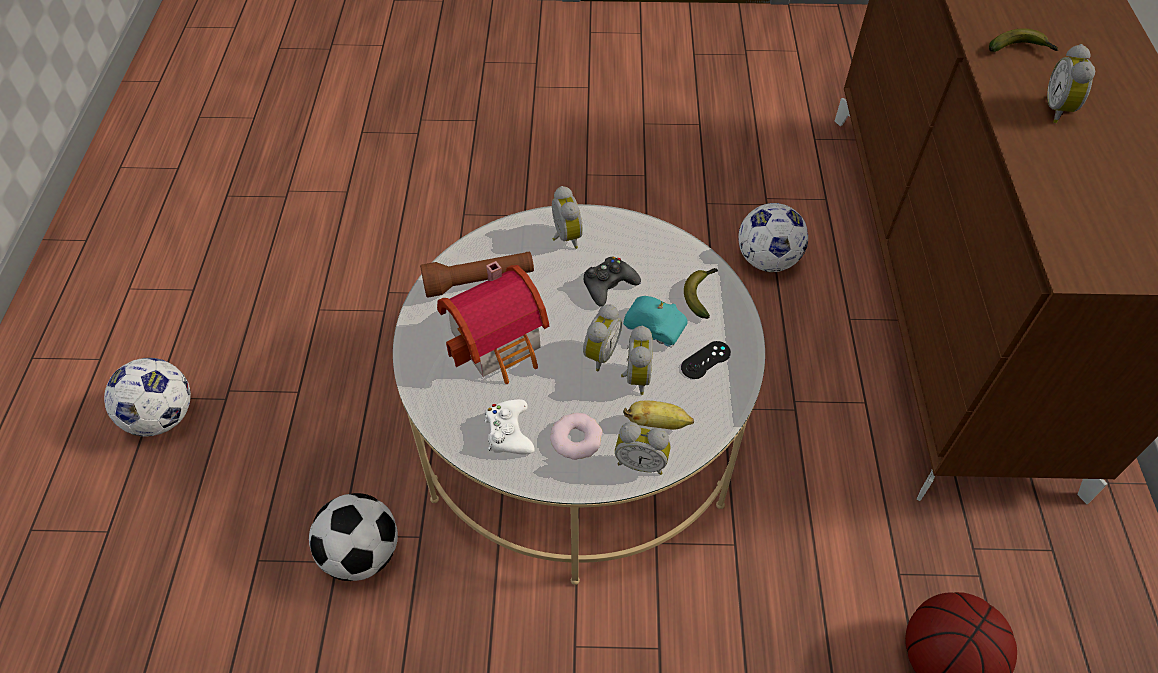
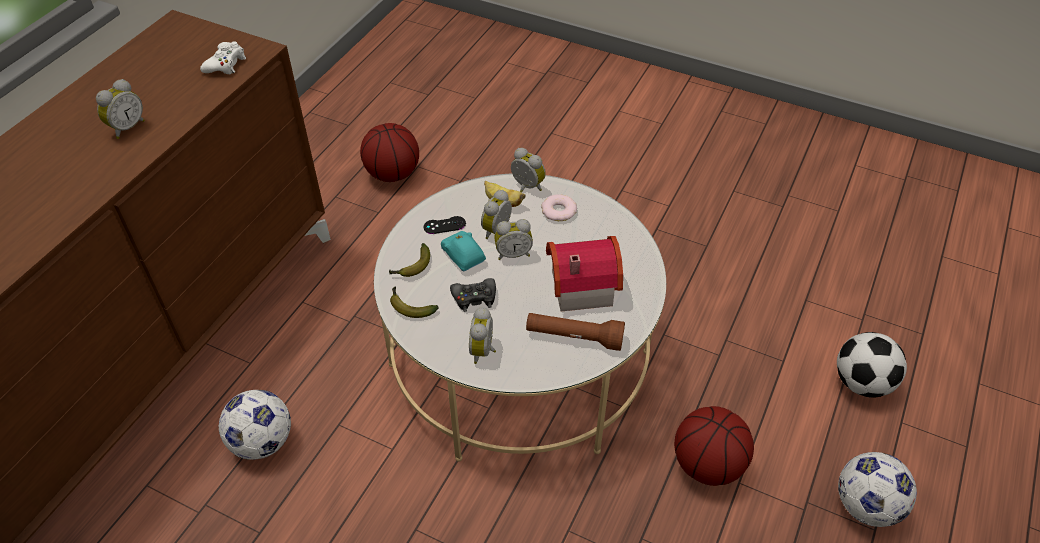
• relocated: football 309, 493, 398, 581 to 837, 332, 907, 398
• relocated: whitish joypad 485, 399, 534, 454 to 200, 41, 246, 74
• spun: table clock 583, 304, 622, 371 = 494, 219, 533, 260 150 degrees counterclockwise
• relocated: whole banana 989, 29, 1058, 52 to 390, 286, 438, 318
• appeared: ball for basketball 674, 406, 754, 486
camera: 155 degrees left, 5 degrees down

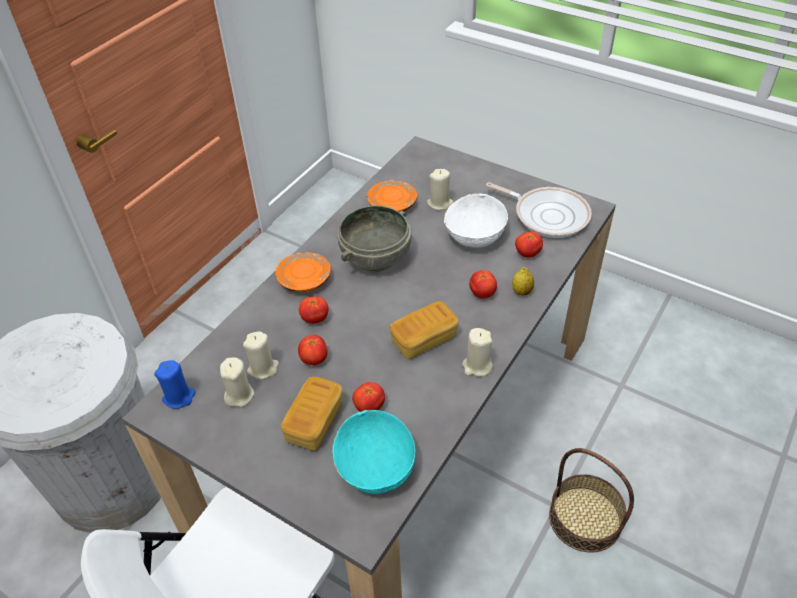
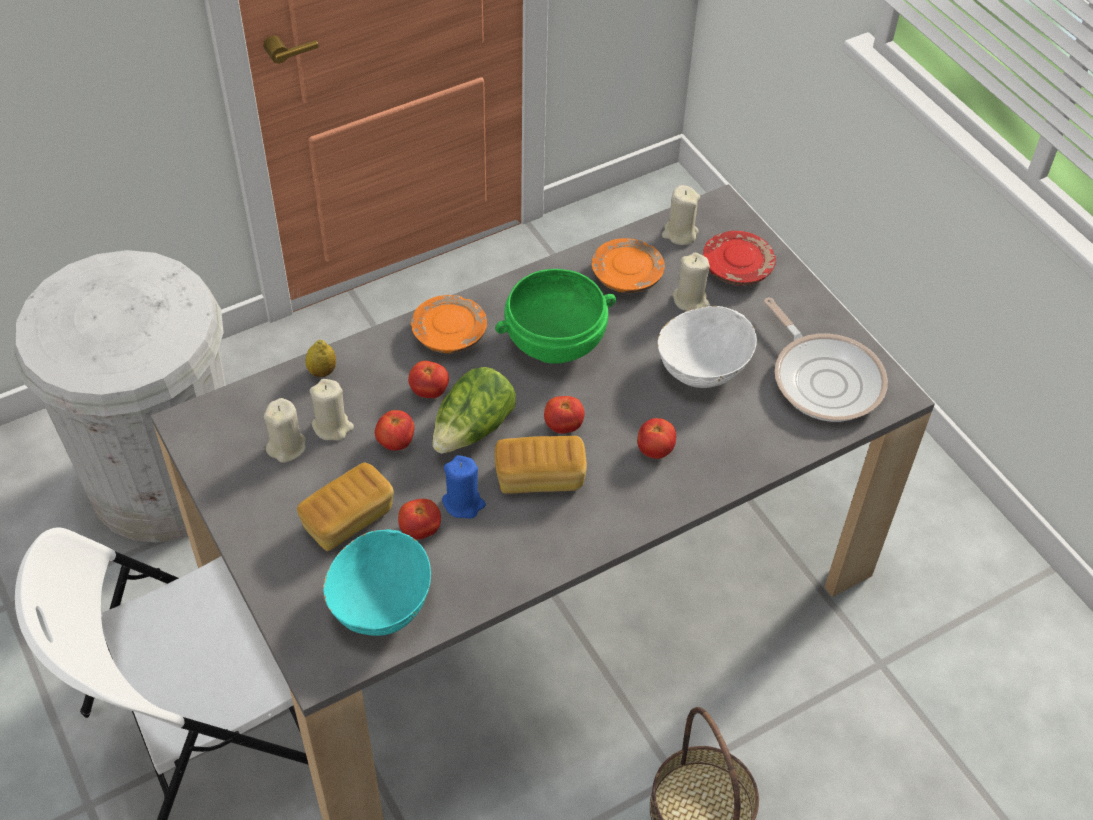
• relocated: blue wax light 154, 360, 196, 409 to 442, 455, 486, 519
• colour: grey serving bowl 338, 205, 412, 272 to green serving bowl 495, 269, 616, 364
• relocated: beige wax light 462, 328, 493, 377 to 662, 185, 700, 245
• relocated: lemon 512, 267, 534, 296 to 306, 340, 336, 377
• relocated: whole tomato 515, 231, 543, 258 to 544, 396, 585, 434
• appeared: head of lettuce 432, 367, 516, 453
• appeared: red-coloured plate 703, 231, 776, 286
camera: 25 degrees right, 5 degrees up

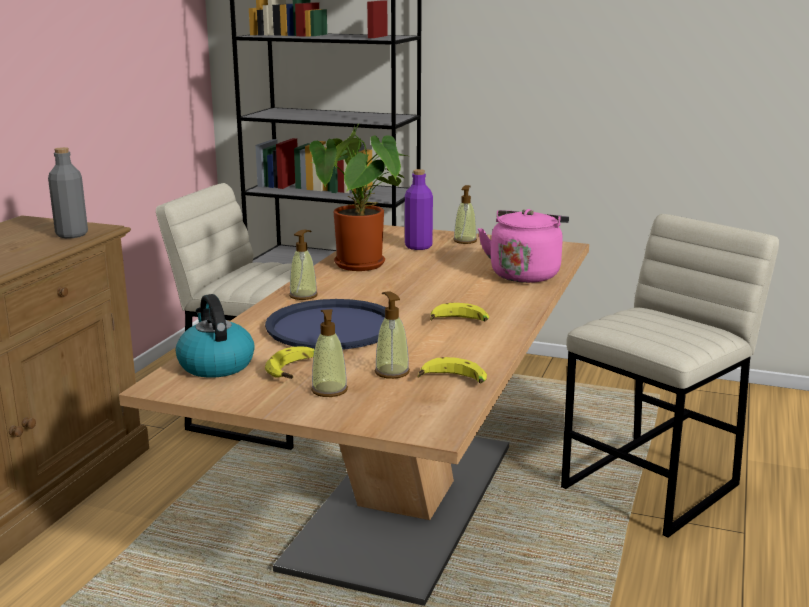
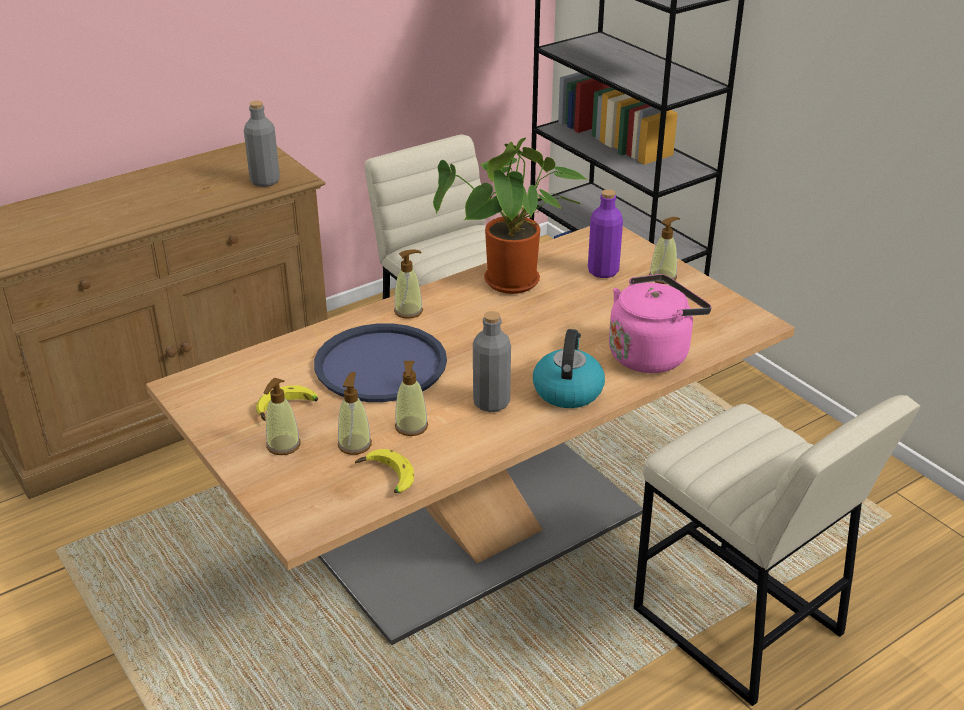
• relocated: water kettle 176, 294, 255, 378 to 533, 329, 605, 408
• exchanged: whole banana 430, 303, 489, 322 to grey beverage bottle 473, 311, 511, 412
• spun: beige upright chair 561, 214, 779, 538 = 634, 395, 920, 706 60 degrees clockwise
• appeared: soap dispenser 395, 361, 428, 436
camera: 35 degrees right, 15 degrees up

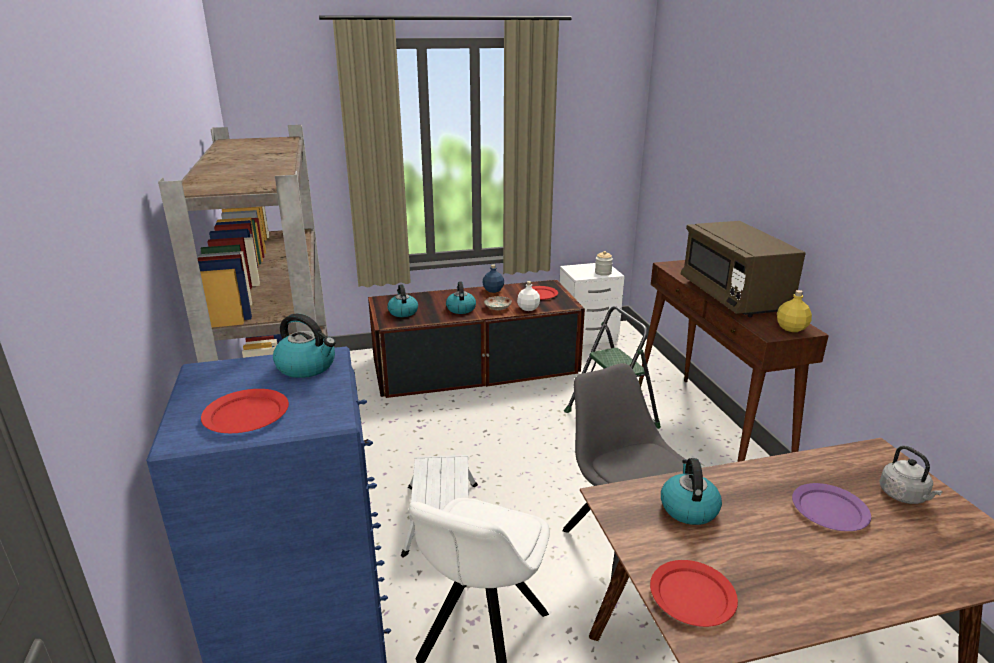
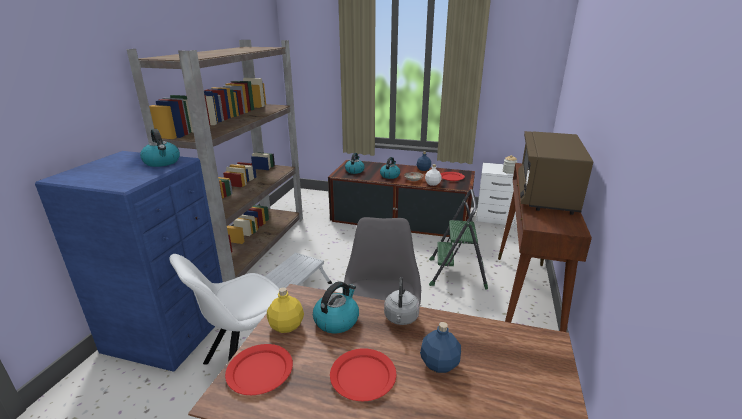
• relocated: red-coloured plate 201, 389, 289, 433 to 330, 348, 396, 401
• relocated: yellowish beverage bottle 777, 290, 812, 332 to 267, 287, 304, 333
• exchanged: purple plate 792, 483, 871, 531 to blue beverage bottle 420, 322, 461, 373
• relocated: grey water kettle 879, 446, 943, 504 to 384, 277, 420, 325
camera: 30 degrees right, 0 degrees up

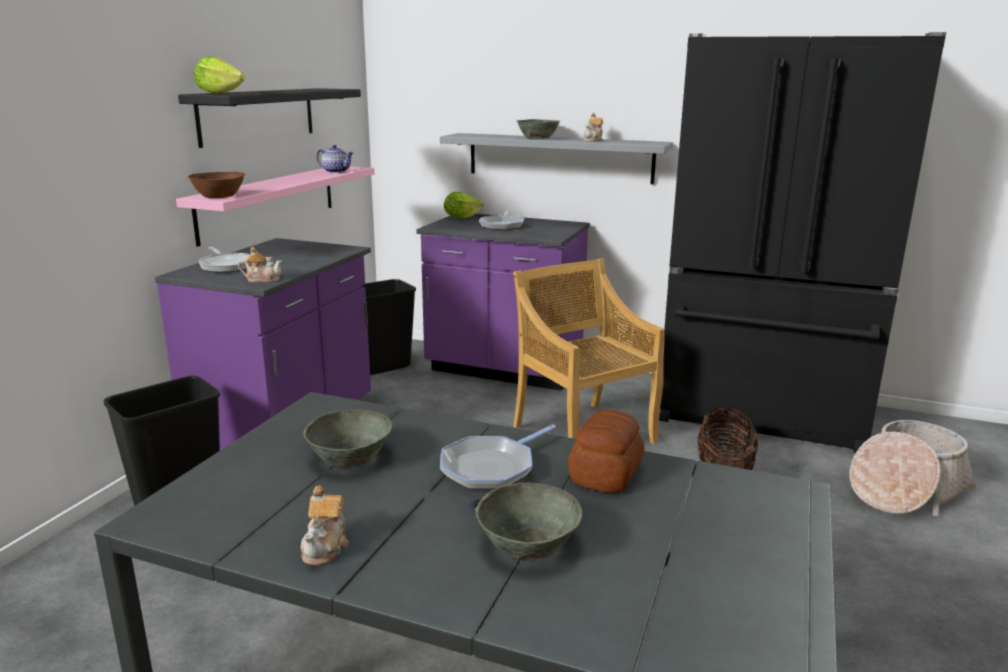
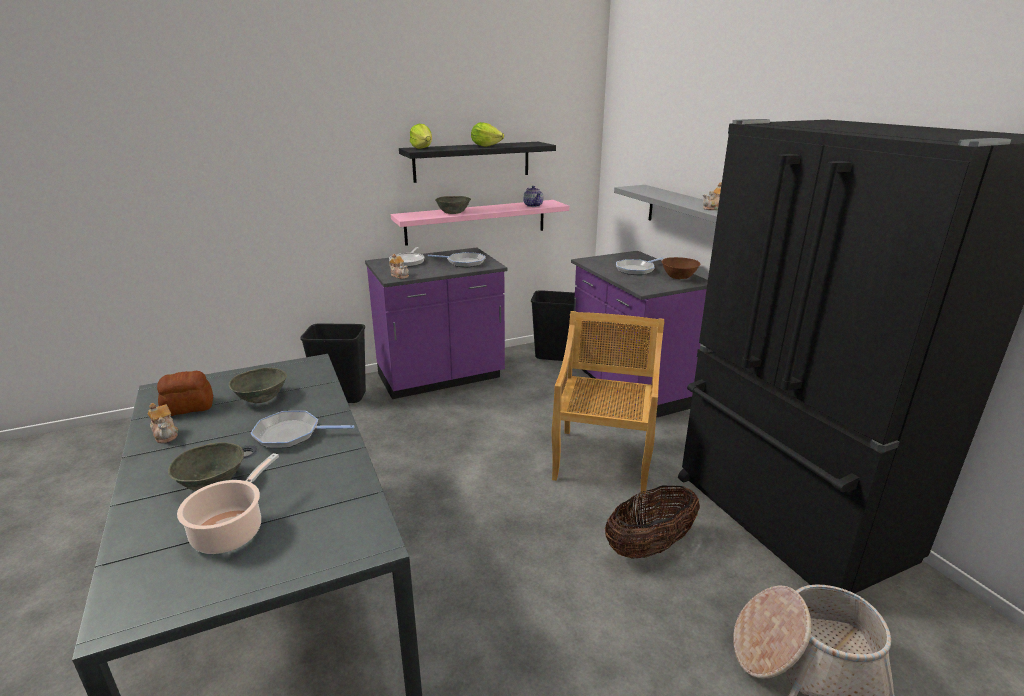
• relocated: brown-coloured serving bowl 187, 172, 246, 199 to 662, 257, 701, 279
• spun: pot for tea 300, 486, 349, 565 = 148, 403, 178, 444 90 degrees counterclockwise
• relocated: head of lettuce 444, 192, 483, 218 to 471, 122, 504, 147
• relocated: grey serving bowl 517, 119, 560, 139 to 435, 196, 471, 214
• relocated: baked bread 568, 410, 644, 493 to 157, 371, 213, 416
• appeared: saucepot 177, 453, 279, 554
• appeared: skillet 428, 252, 486, 267
camera: 45 degrees right, 5 degrees up

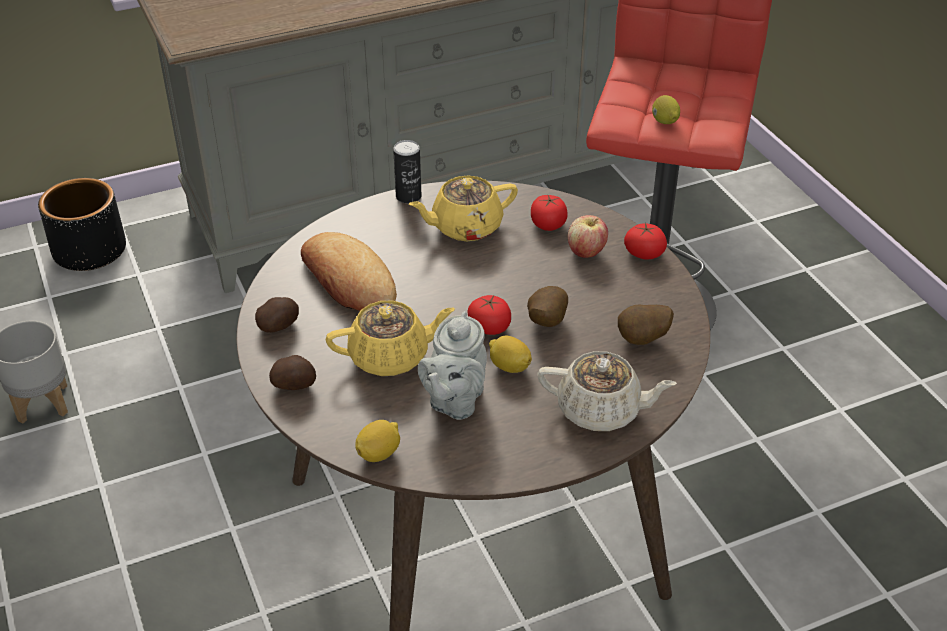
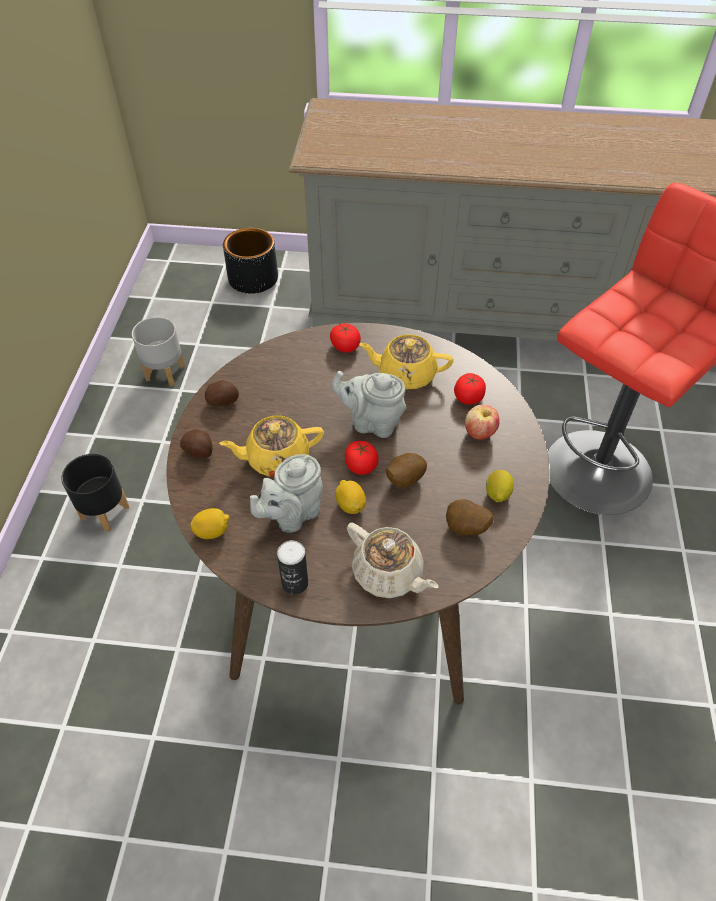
• missing: baked bread 301, 232, 397, 311
• spun: yellowish pot for tea 326, 300, 455, 376 = 219, 416, 324, 477 150 degrees clockwise
• relocated: metal can 393, 140, 422, 203 to 277, 540, 308, 595
• relocated: whole tomato 624, 223, 667, 260 to 330, 324, 361, 352
• relocated: lemon 652, 95, 680, 124 to 486, 470, 514, 502
• appeared: black-coloured planter 61, 454, 129, 532
• appeared: grey pot for tea 331, 371, 406, 438
camera: 30 degrees right, 10 degrees up

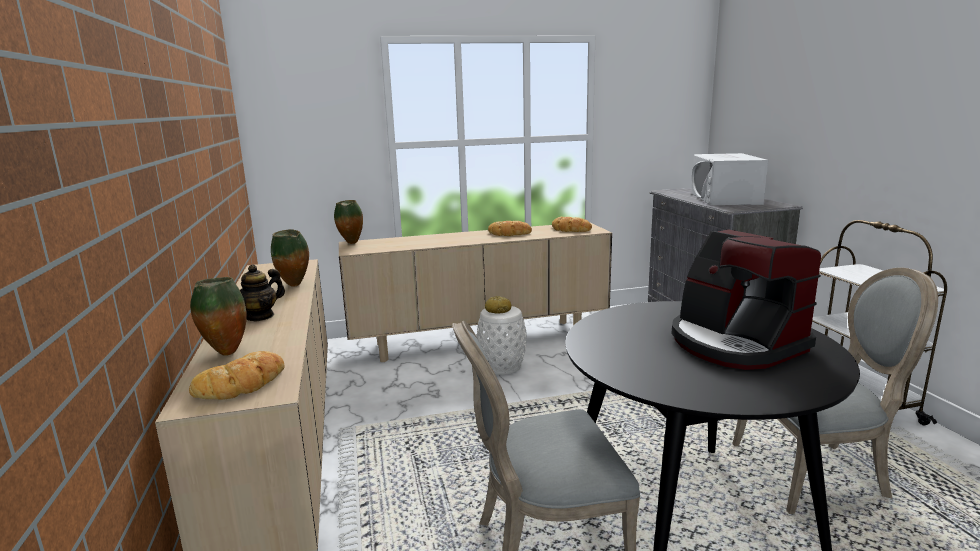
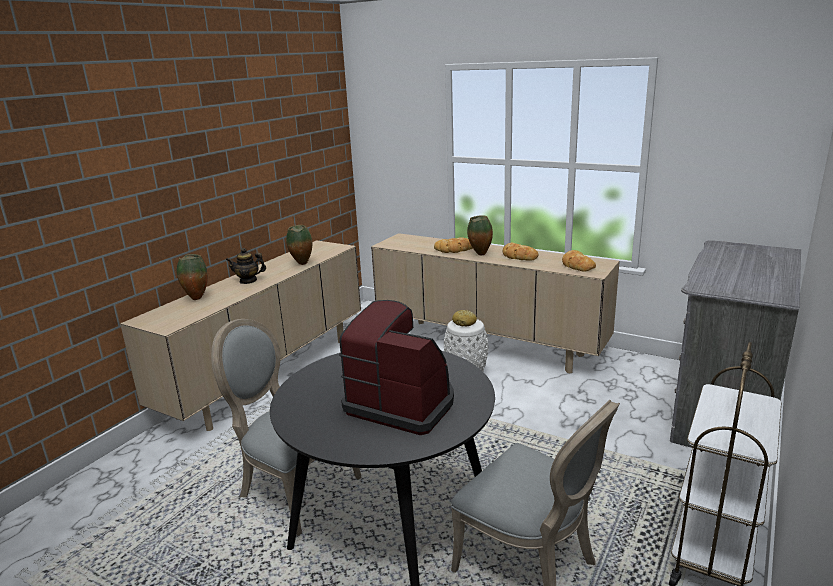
• relocated: baked bread 189, 351, 284, 400 to 434, 237, 473, 253
• relocated: vase 334, 200, 363, 244 to 467, 215, 493, 255
• spun: coffee machine 672, 230, 821, 370 = 339, 300, 454, 435 105 degrees clockwise
• missing: whitish kitchen microwave 691, 153, 768, 205
camera: 45 degrees right, 5 degrees up

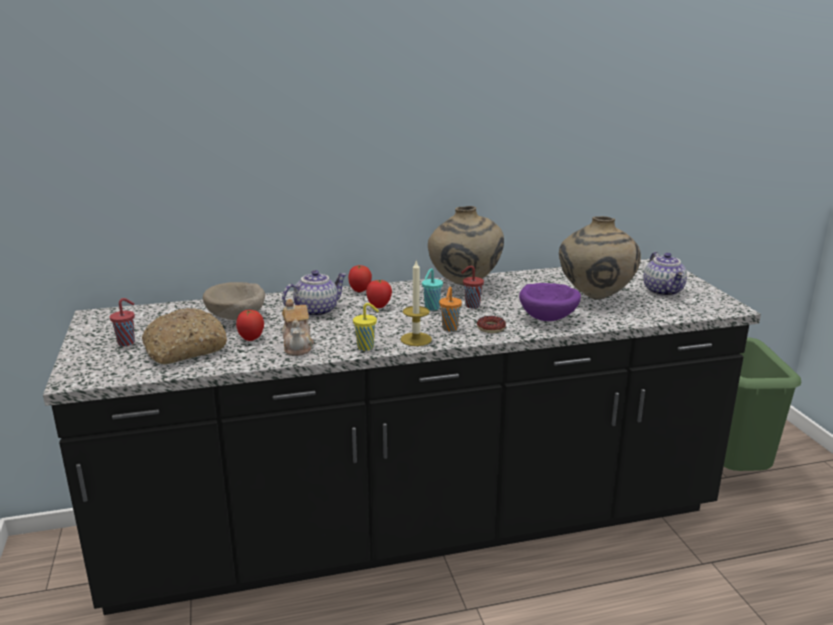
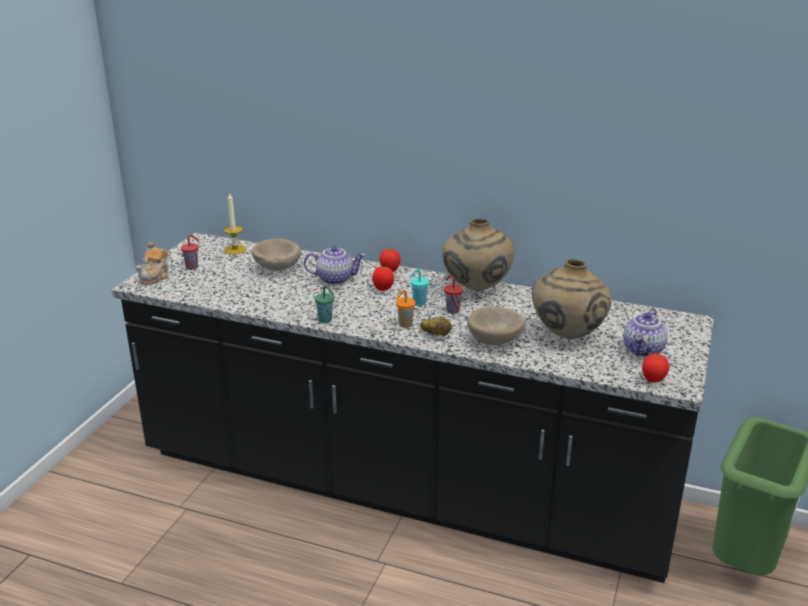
• missing: baked bread 142, 308, 227, 364
• relocated: whole tomato 236, 310, 264, 341 to 642, 353, 669, 383
• relocated: pot for tea 282, 299, 314, 356 to 136, 242, 169, 285
• colour: yellowish small cup 353, 303, 379, 351 to green small cup 315, 285, 334, 323
• relocated: wax light 400, 261, 432, 346 to 223, 193, 247, 255
• exchanged: donut 477, 316, 506, 333 to whole potato 420, 318, 452, 336
• colour: purple serving bowl 519, 283, 581, 321 to beige serving bowl 467, 306, 526, 345
camera: 35 degrees right, 5 degrees up

